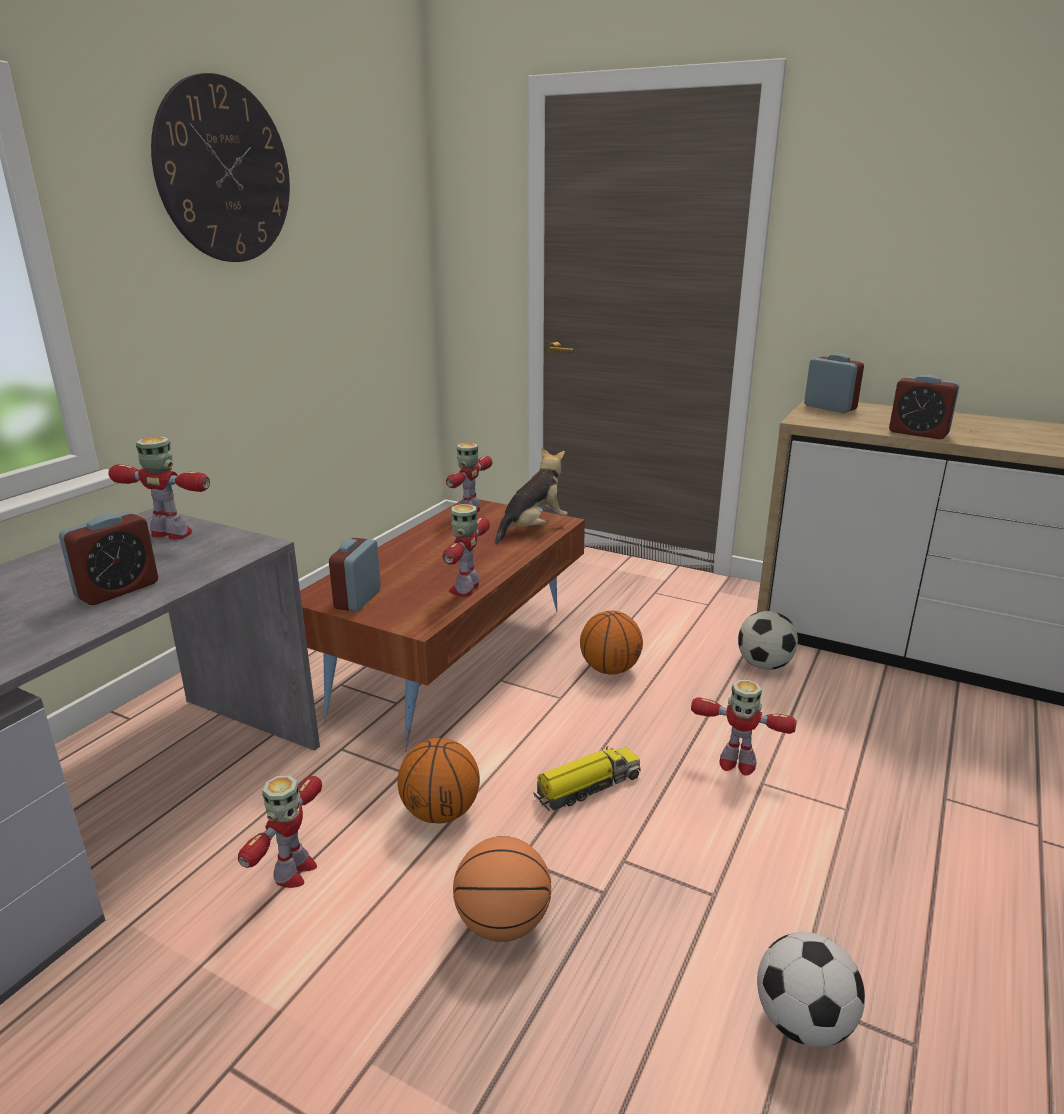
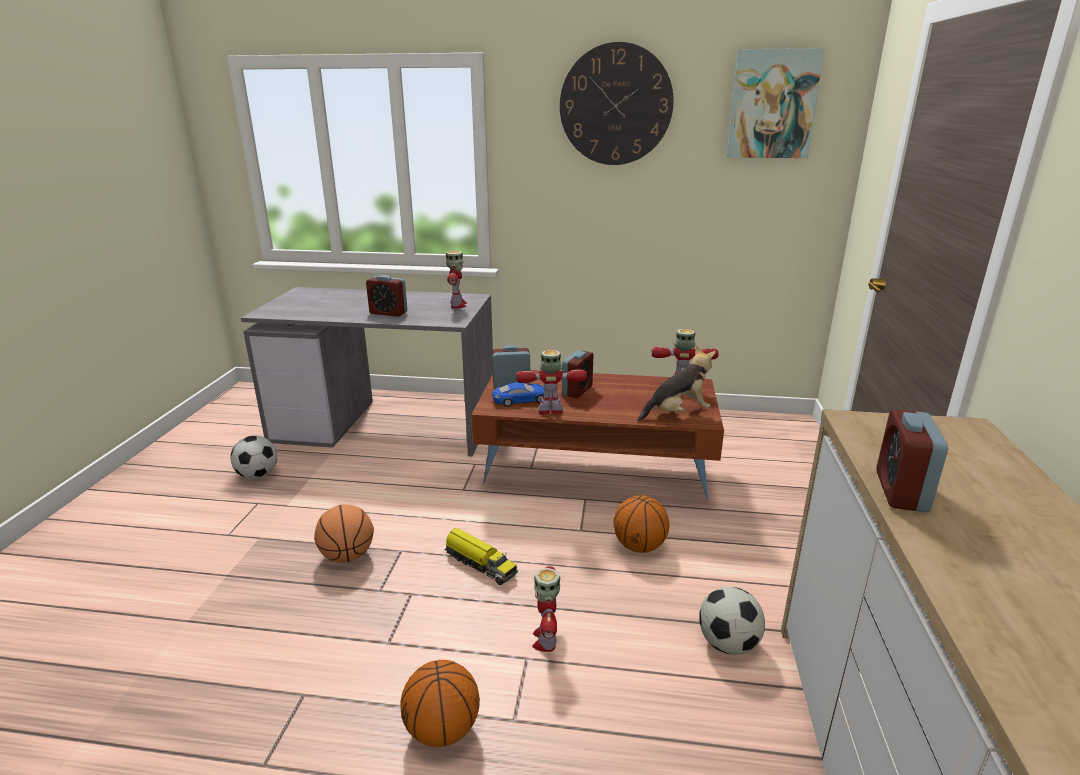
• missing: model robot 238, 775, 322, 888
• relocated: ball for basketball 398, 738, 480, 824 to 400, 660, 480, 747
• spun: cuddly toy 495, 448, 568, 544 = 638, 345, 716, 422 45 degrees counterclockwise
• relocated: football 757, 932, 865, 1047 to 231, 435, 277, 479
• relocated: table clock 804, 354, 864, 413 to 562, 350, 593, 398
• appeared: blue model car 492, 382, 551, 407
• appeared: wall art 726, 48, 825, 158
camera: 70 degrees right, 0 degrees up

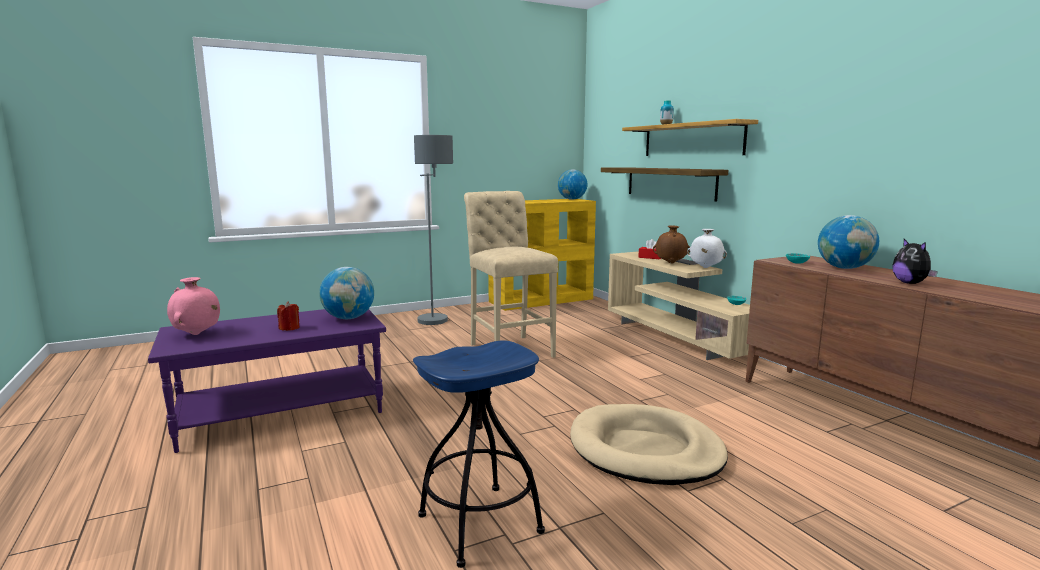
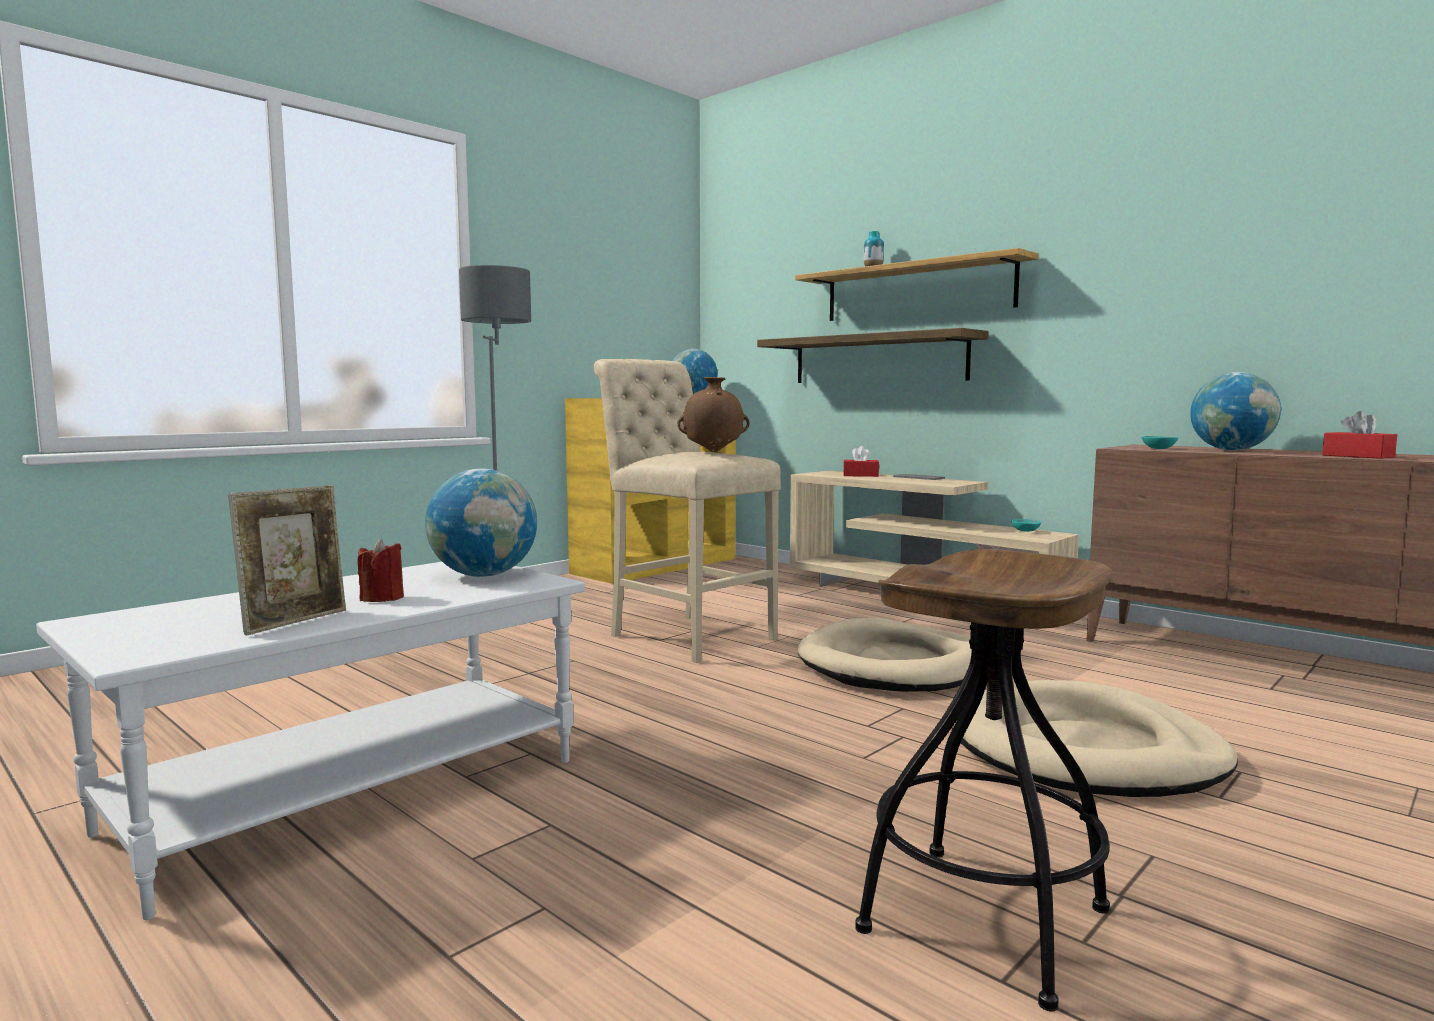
• colour: purple coffee table 148, 309, 386, 453 to whitish coffee table 36, 562, 585, 920
• missing: pink vase 167, 277, 220, 335
• colour: blue stool seat 413, 340, 545, 568 to brown-coloured stool seat 855, 549, 1113, 1011
• relocated: brown-coloured vase 653, 225, 690, 264 to 677, 377, 750, 452
• missing: whitish vase 687, 229, 727, 268
• exchanged: cuddly toy 892, 239, 938, 284 to red-coloured tissue holder 1322, 411, 1397, 459
• appeared: standing frame 228, 485, 346, 635
• appeared: beige dog bed 798, 618, 972, 692
camera: 20 degrees left, 5 degrees down

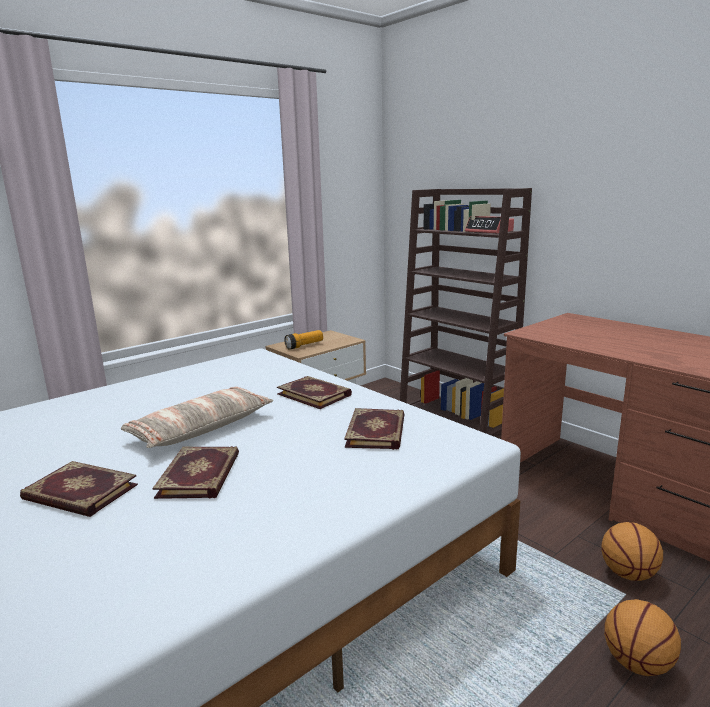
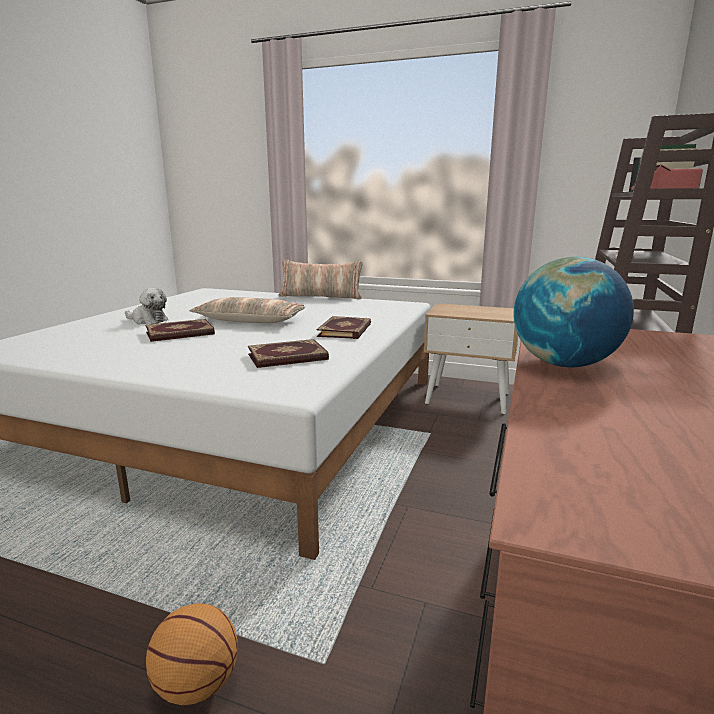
• exchanged: book 20, 461, 138, 517 to cuddly toy 125, 288, 168, 324
• missing: flashlight 284, 330, 323, 350
• missing: ball for basketball 602, 522, 663, 581
• appeared: pillow 279, 259, 363, 299
• appeared: globe 513, 257, 634, 367
camera: 60 degrees right, 0 degrees up

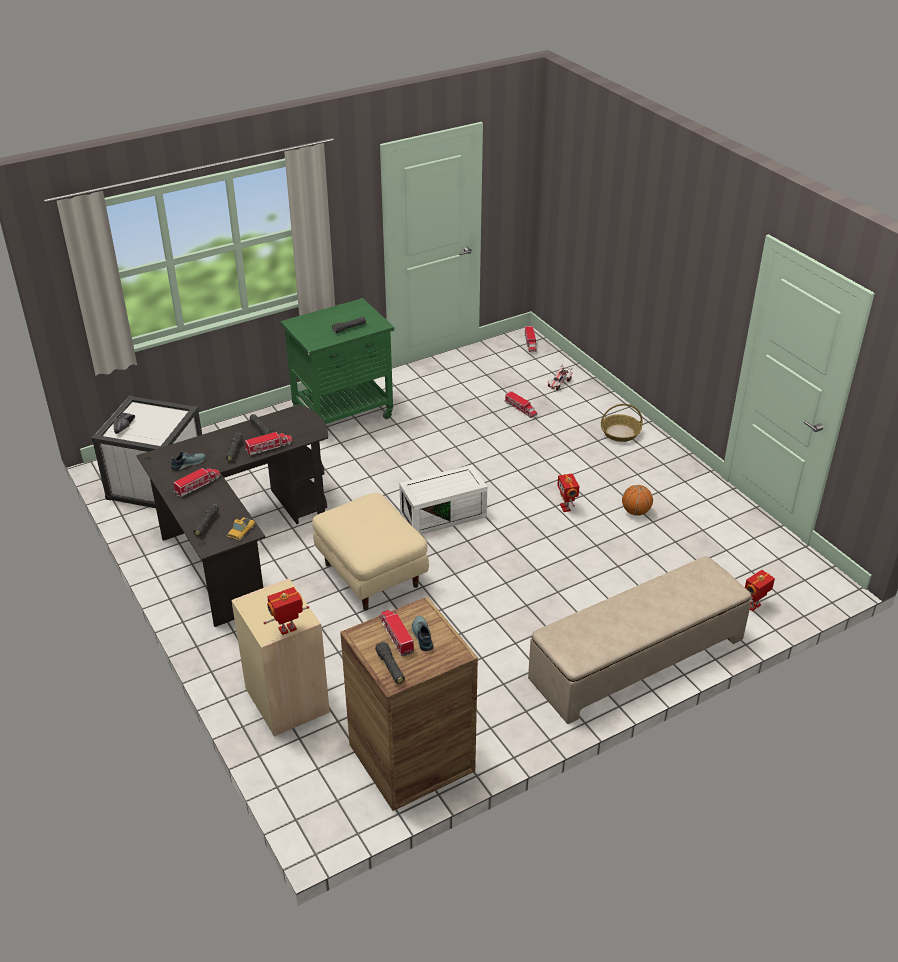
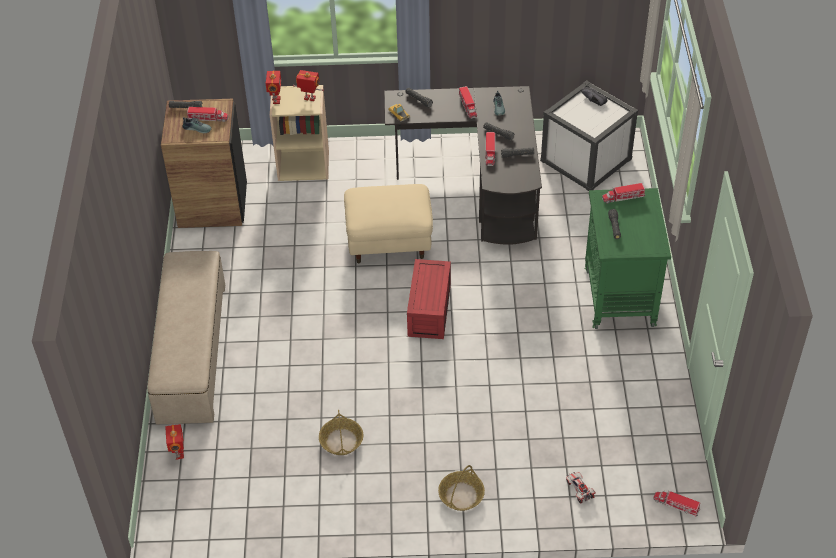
• colour: whitish storage container 399, 465, 487, 535 to red-coloured storage container 407, 259, 451, 339
• relocated: model truck 505, 391, 537, 418 to 602, 183, 645, 203
• relocated: model robot 557, 473, 579, 512 to 293, 70, 324, 101
• exchanged: ball for basketball 622, 485, 653, 516 to household basket 319, 410, 363, 455
camera: 120 degrees right, 10 degrees up

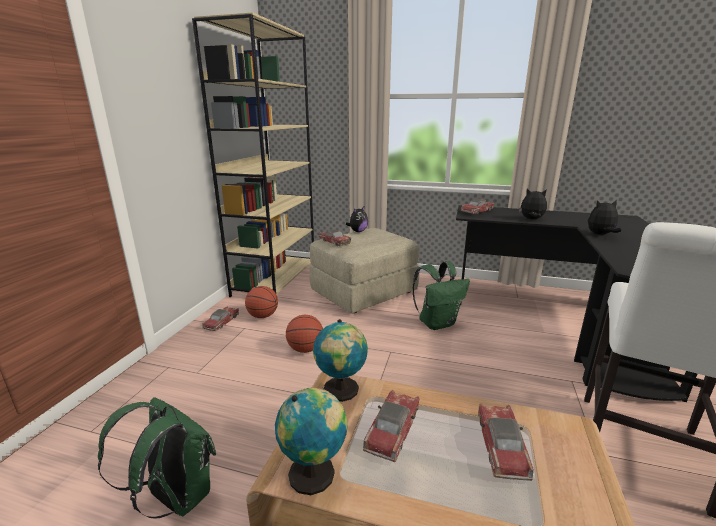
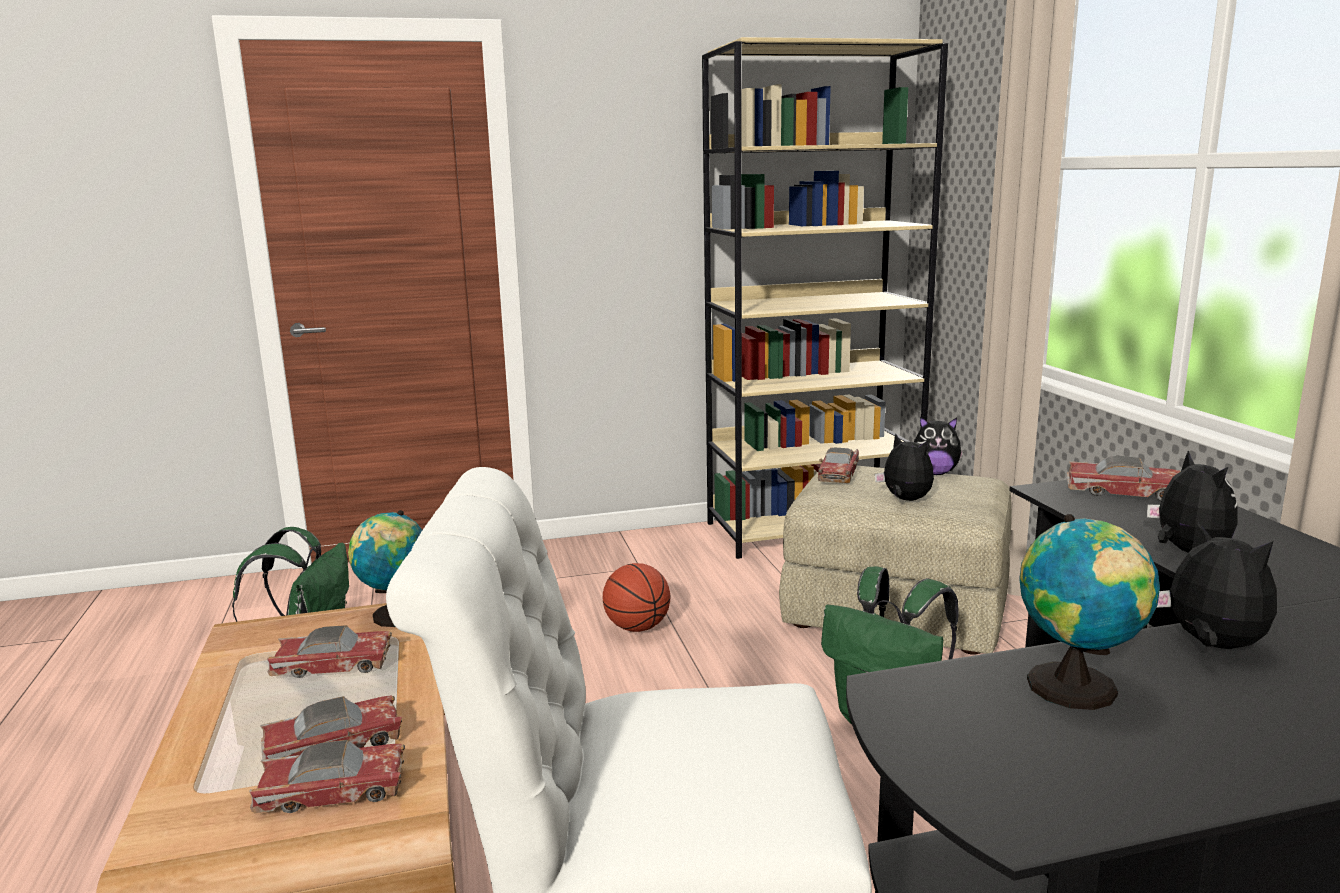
• relocated: model car 202, 307, 239, 331 to 249, 740, 405, 813
• missing: ball for basketball 245, 286, 278, 318
• relocated: globe 275, 387, 347, 495 to 1019, 514, 1160, 710
• appeared: cuddly toy 875, 433, 934, 501
camera: 60 degrees right, 5 degrees down

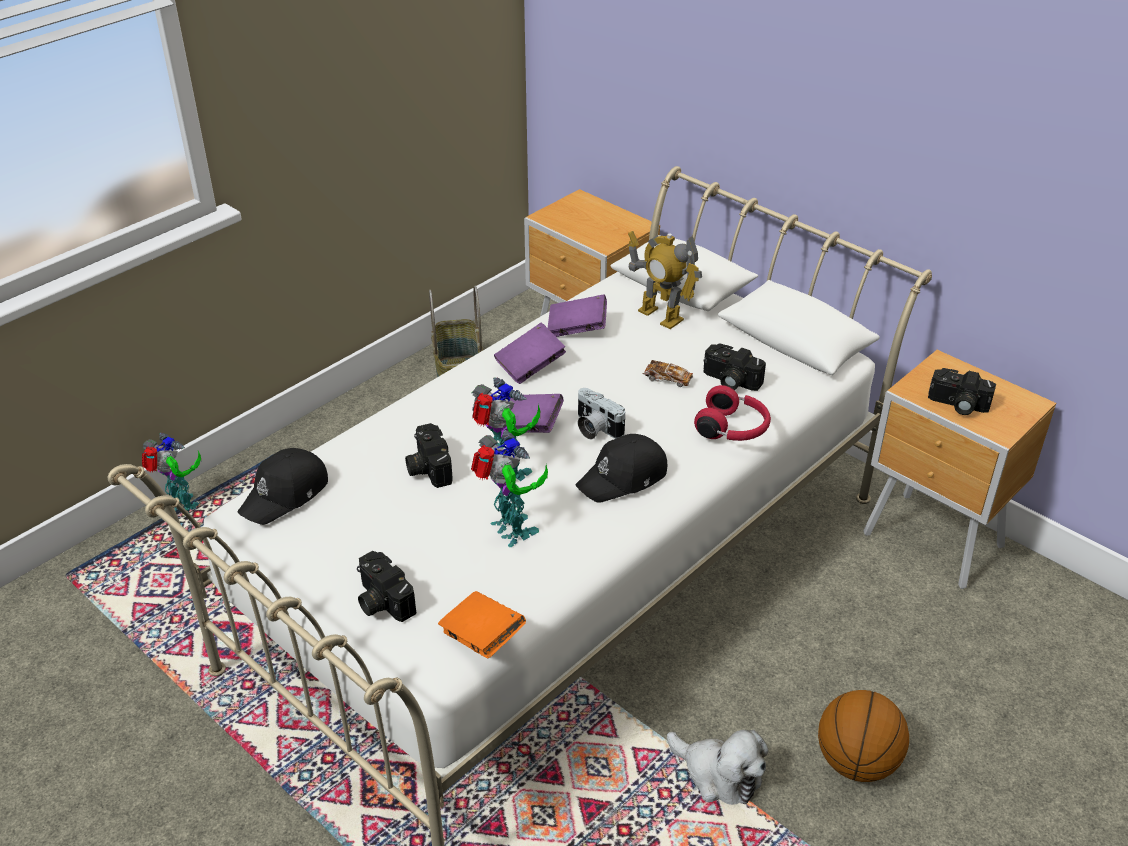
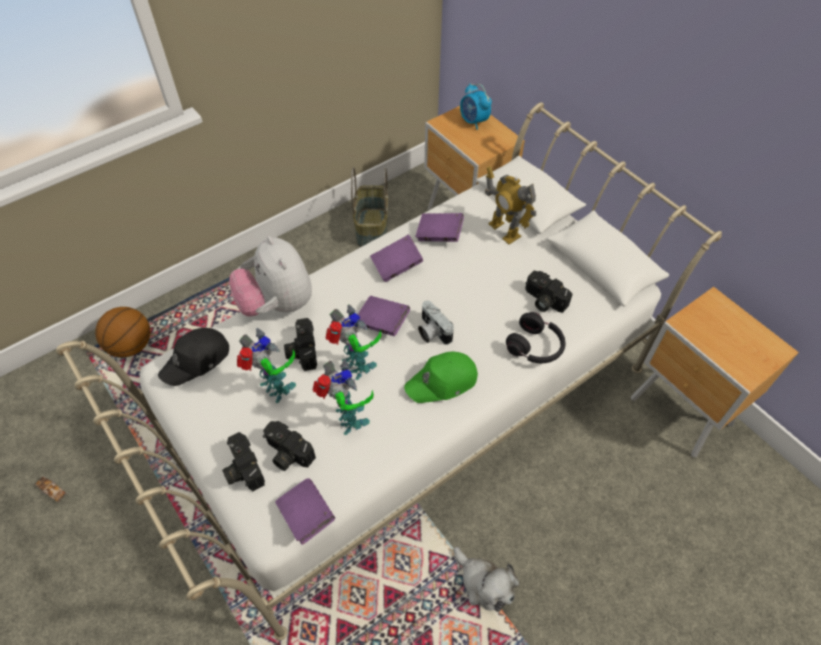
• relocated: model robot 142, 433, 201, 512 to 237, 328, 296, 403
• colour: orange book 438, 591, 526, 659 to purple book 275, 478, 335, 545
• colour: black-coloured peaked cap 576, 434, 667, 502 to green peaked cap 404, 352, 478, 403
• relocated: model car 642, 360, 693, 387 to 35, 476, 66, 502
• colour: red-coloured headset 694, 385, 771, 441 to black-coloured headset 506, 312, 566, 363
• relocated: ball for basketball 818, 690, 909, 782 to 95, 307, 150, 358
• relocated: still camera 928, 368, 996, 415 to 263, 421, 316, 471
• appeared: cuddly toy 229, 236, 312, 316
• appeared: table clock 460, 83, 492, 130
camera: 10 degrees right, 15 degrees up

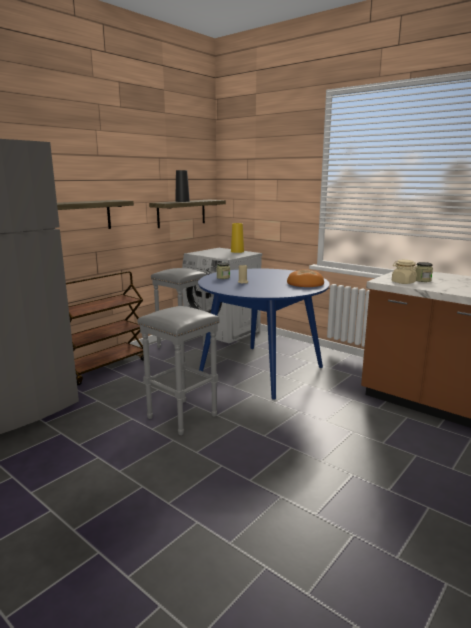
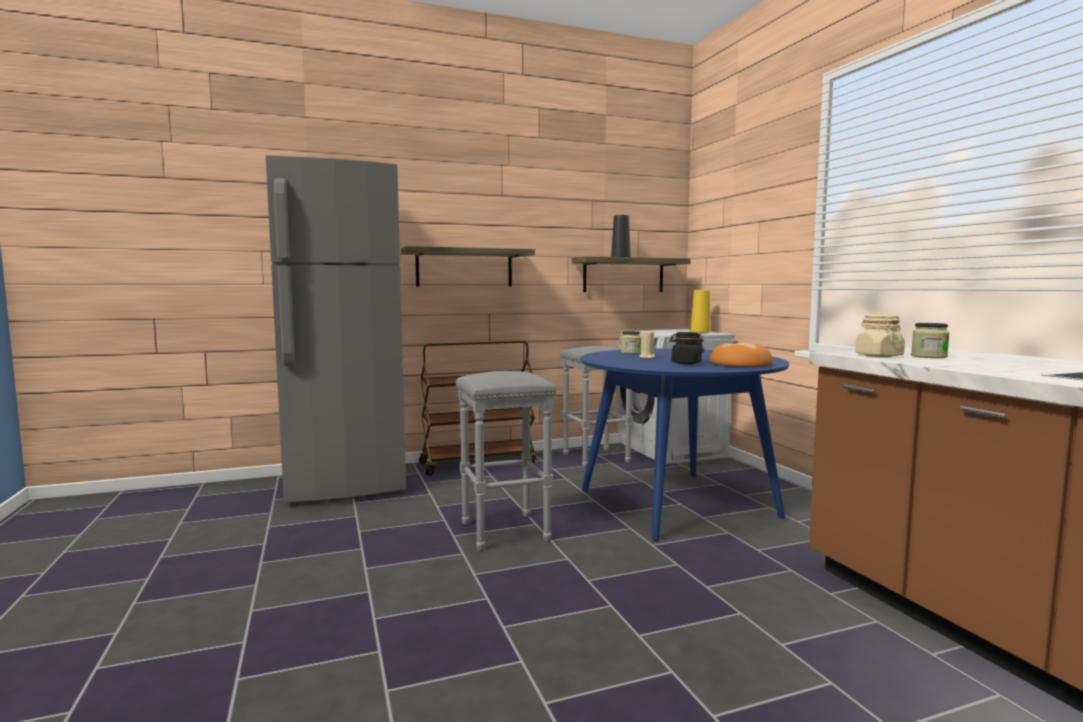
• appeared: black-coloured jar 669, 332, 704, 364
camera: 30 degrees right, 10 degrees down

